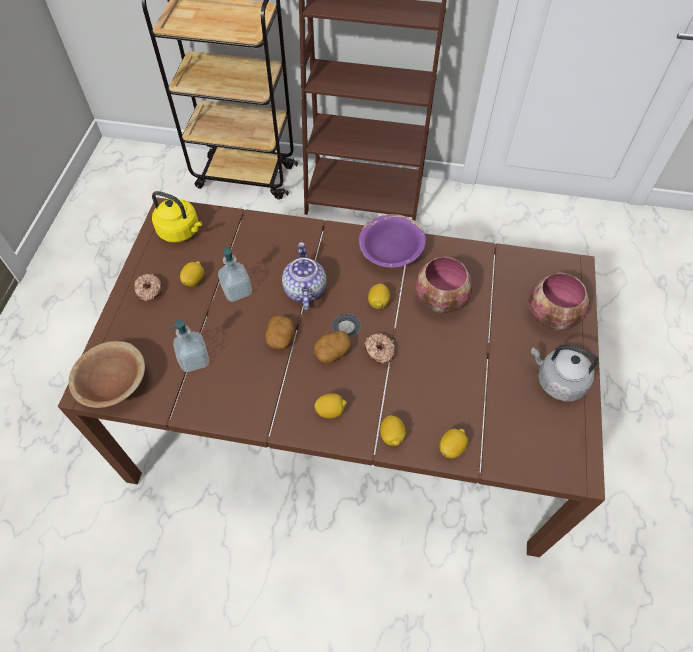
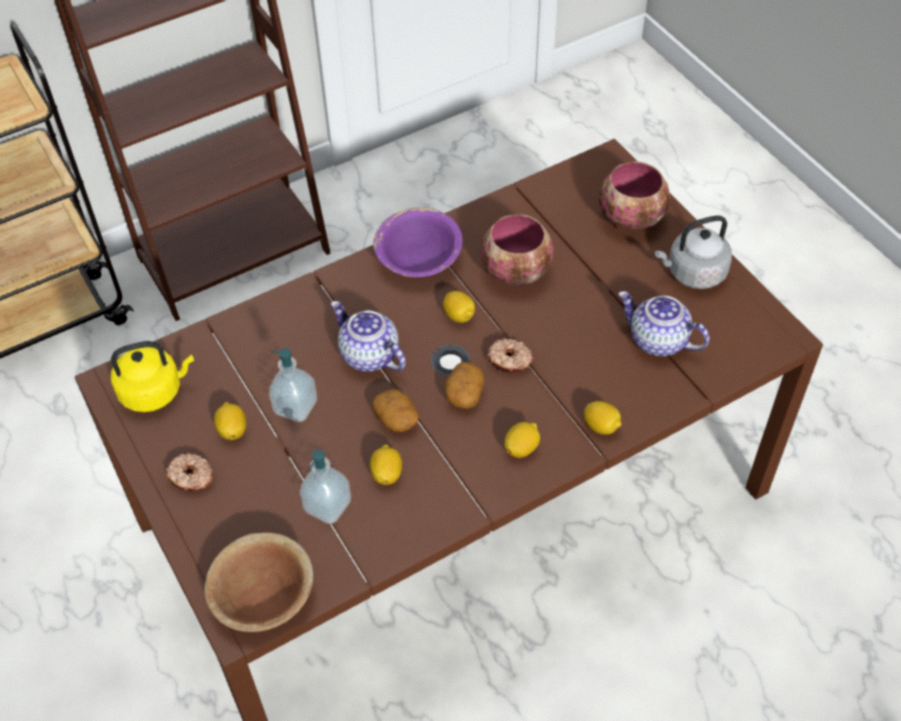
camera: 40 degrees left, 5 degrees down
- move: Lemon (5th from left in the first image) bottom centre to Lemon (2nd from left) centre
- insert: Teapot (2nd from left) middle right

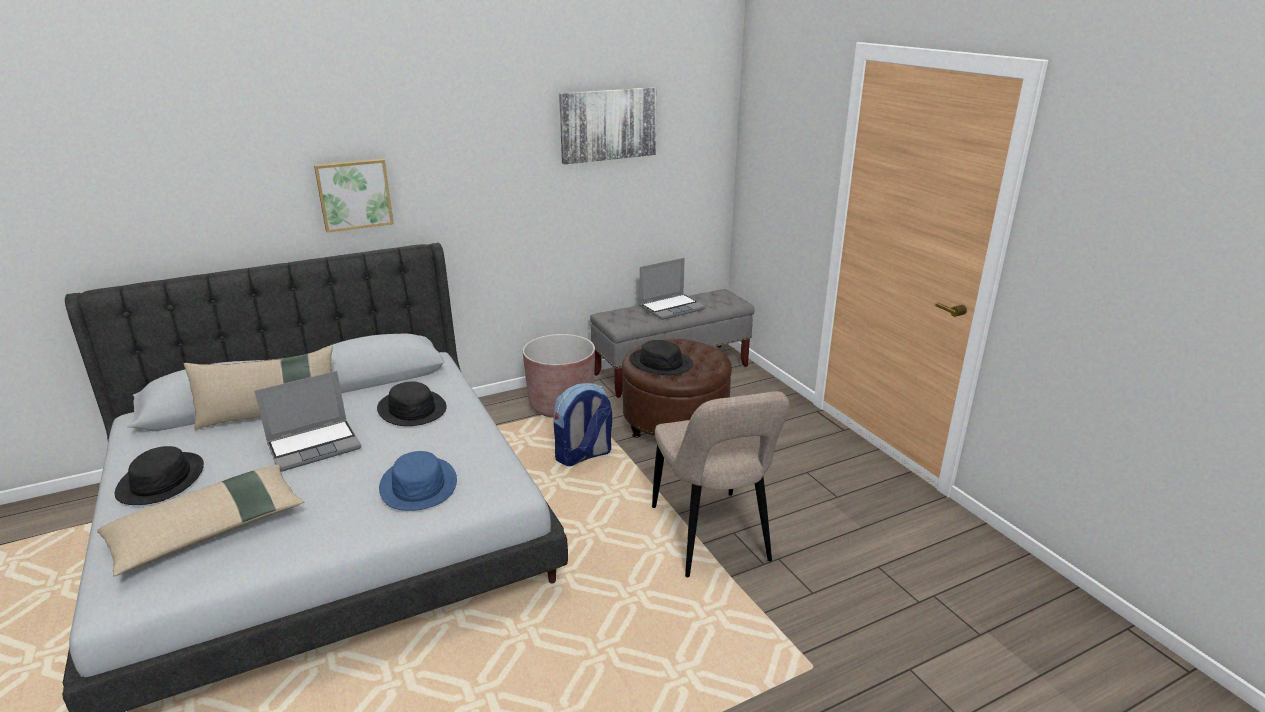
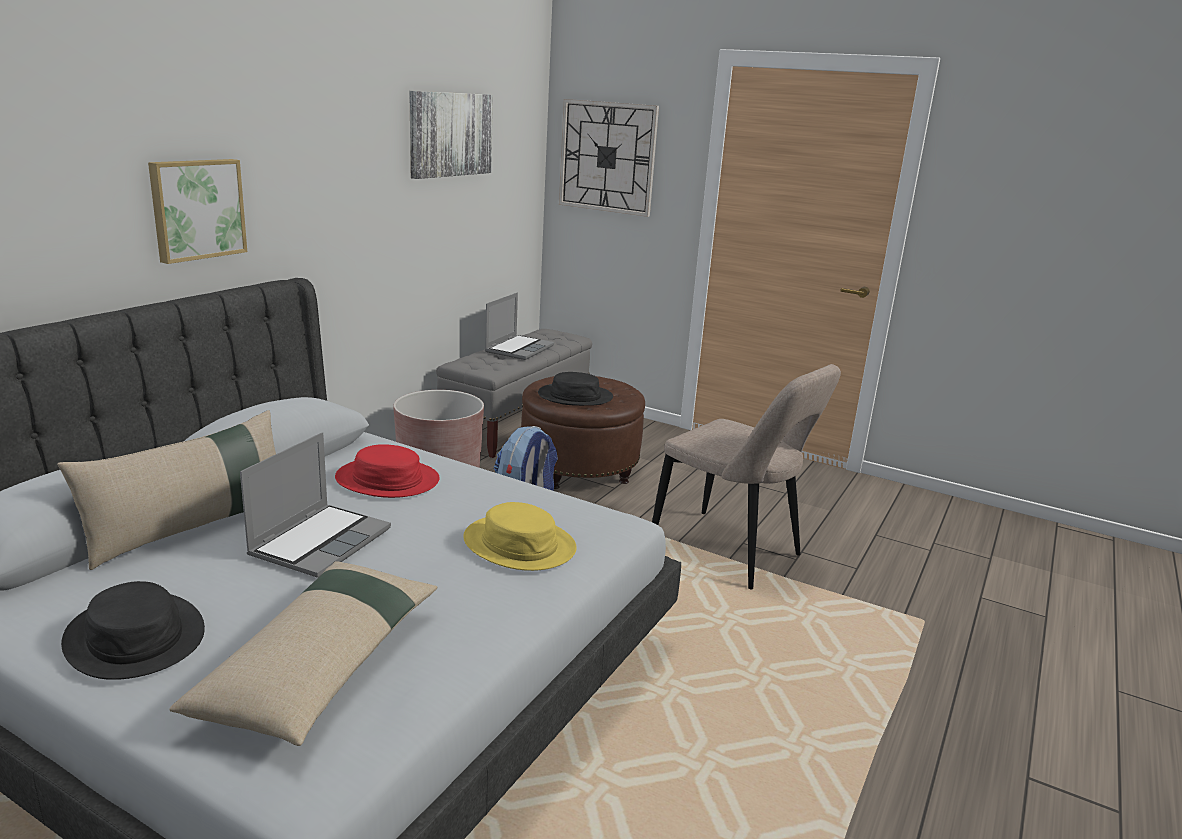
camera: 35 degrees left, 5 degrees down
- recolor: BlackHat (2nd from left) middle left to RedHat middle left
- recolor: BlueHat bottom left to YellowHat centre
- insert: WallClock top centre

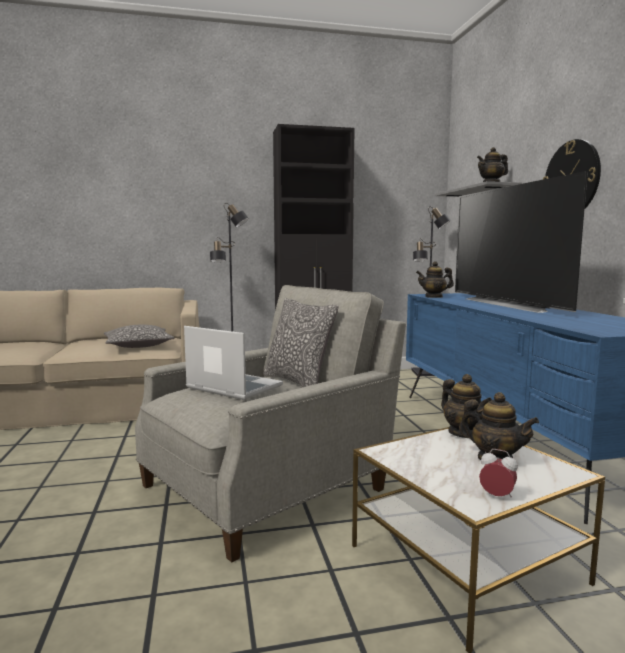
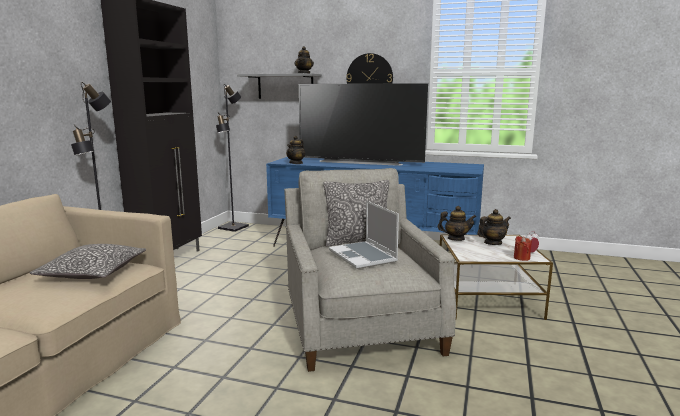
camera: 60 degrees left, 5 degrees up
- rotate: Laptop centre = centre 90 degrees counterclockwise
- insert: RedCandle middle right

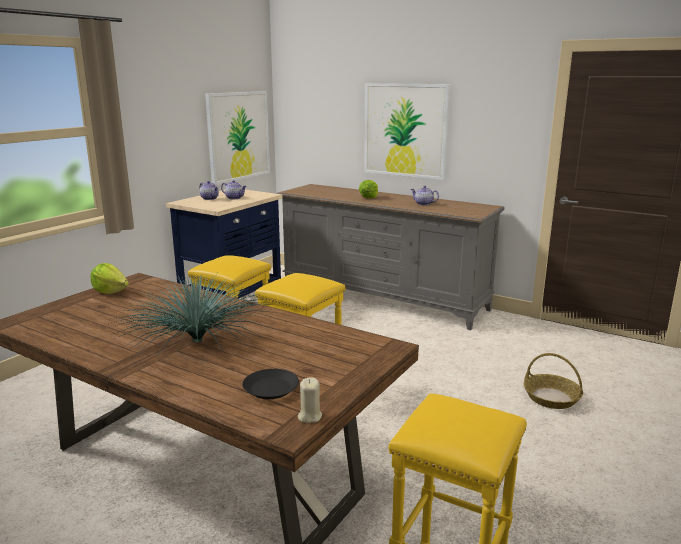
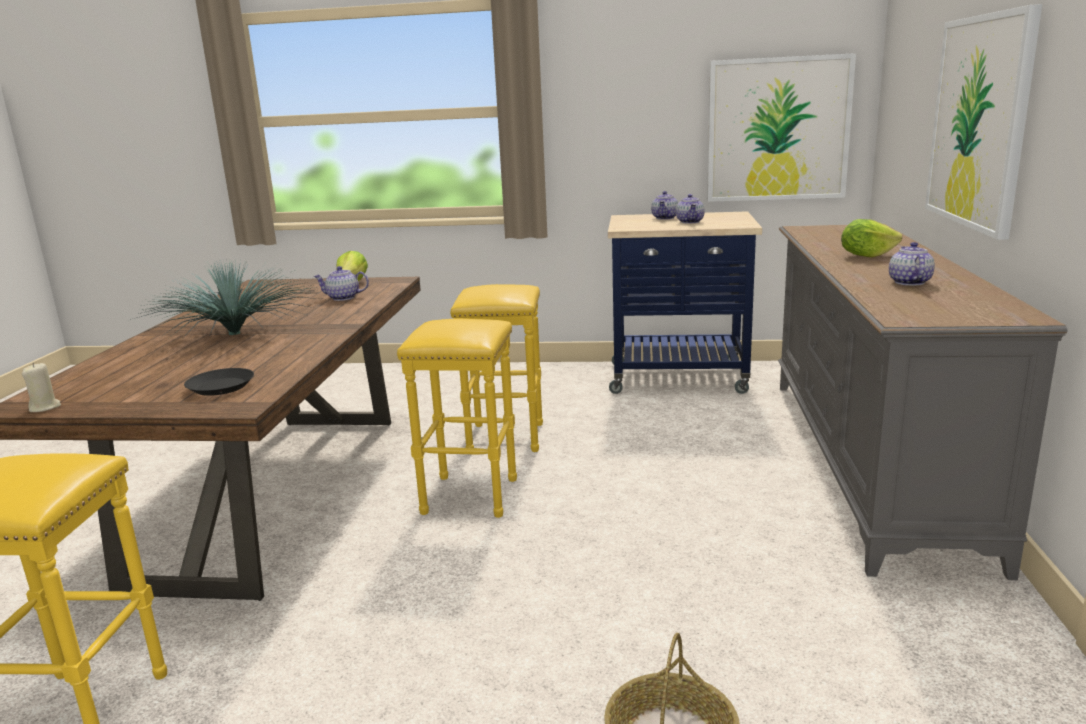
camera: 65 degrees right, 0 degrees up
- move: BlackPlate bottom centre to middle left
- insert: Teapot (1st from left) middle left

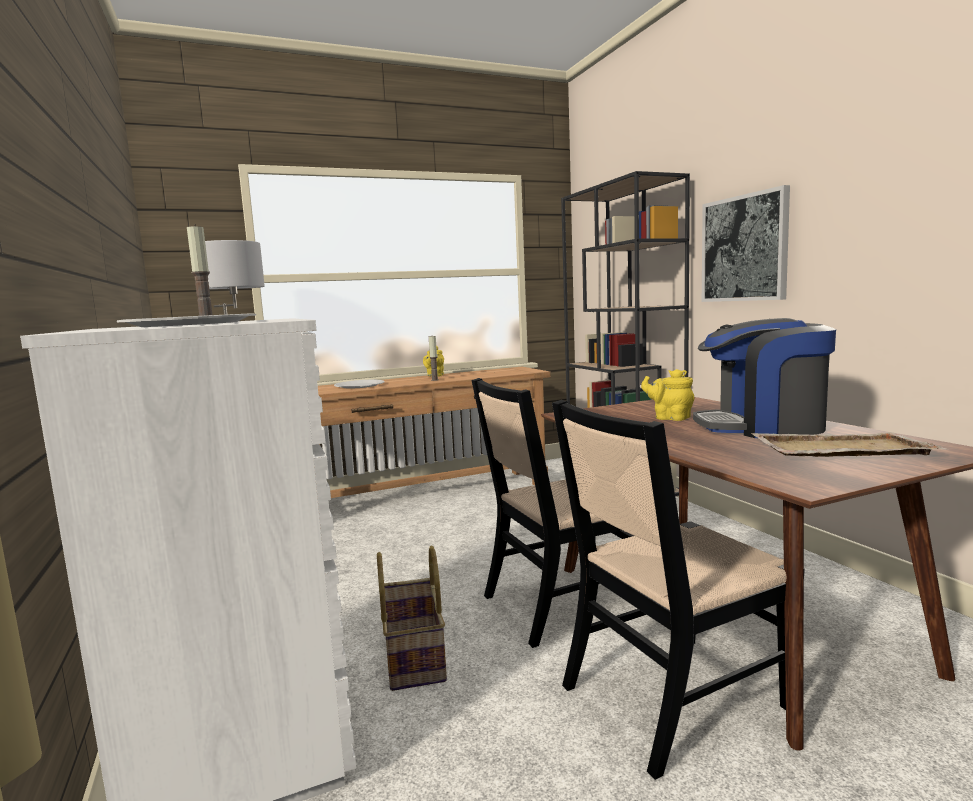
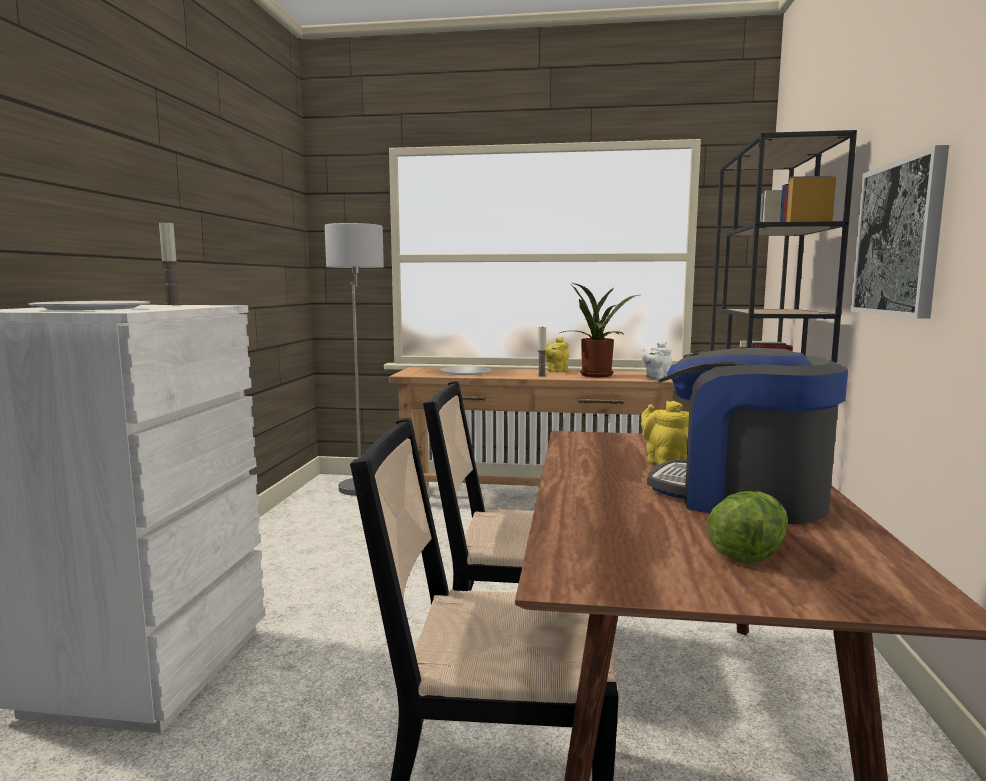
camera: 30 degrees right, 0 degrees up
- delete: Basket bottom centre
- replace: BeigeTray middle right to Lettuce bottom right
- insert: PottedPlant centre
- insert: WhiteTeapot centre

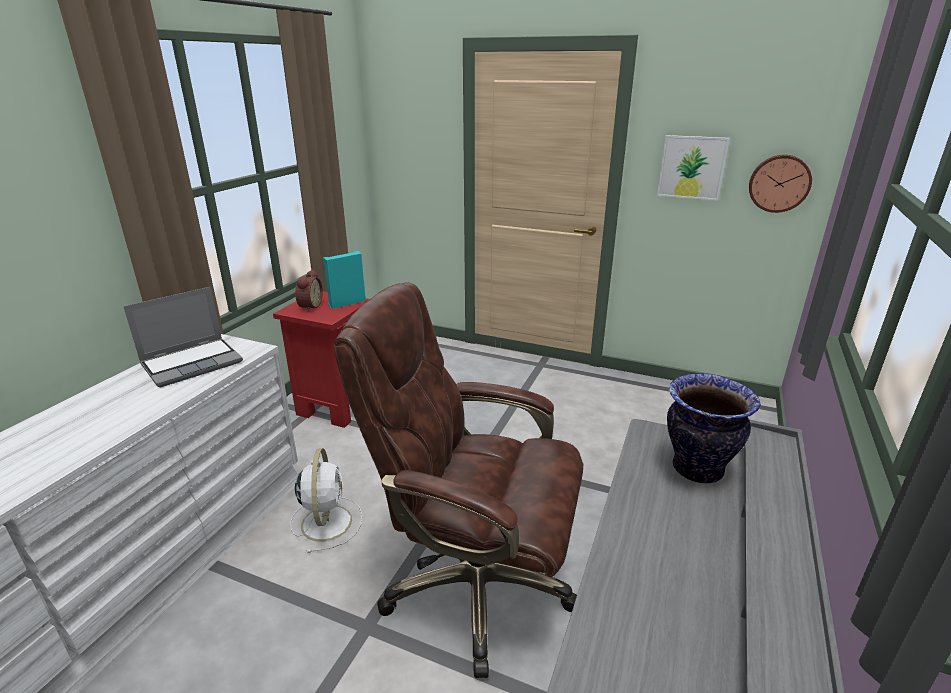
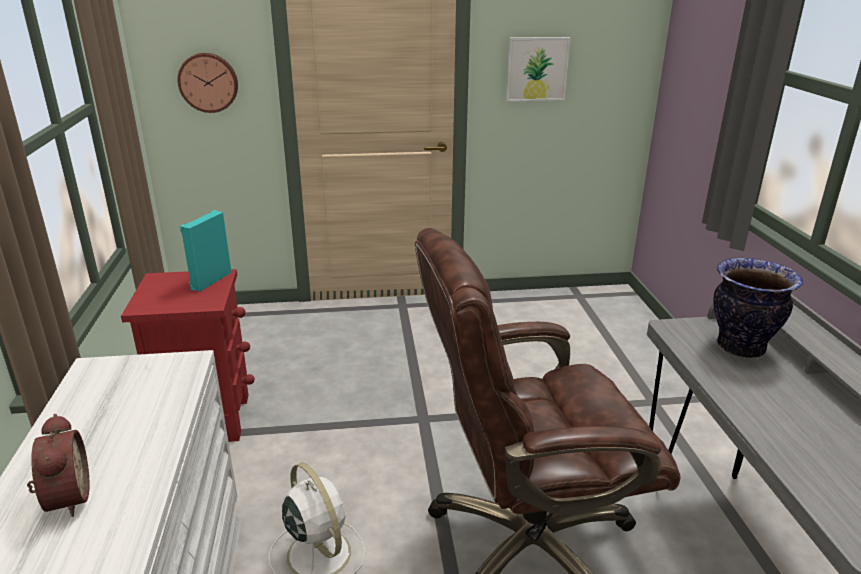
camera: 30 degrees left, 0 degrees up
- delete: Laptop middle left
- move: AlarmClock middle left to bottom left
- move: WallClock top right to top left

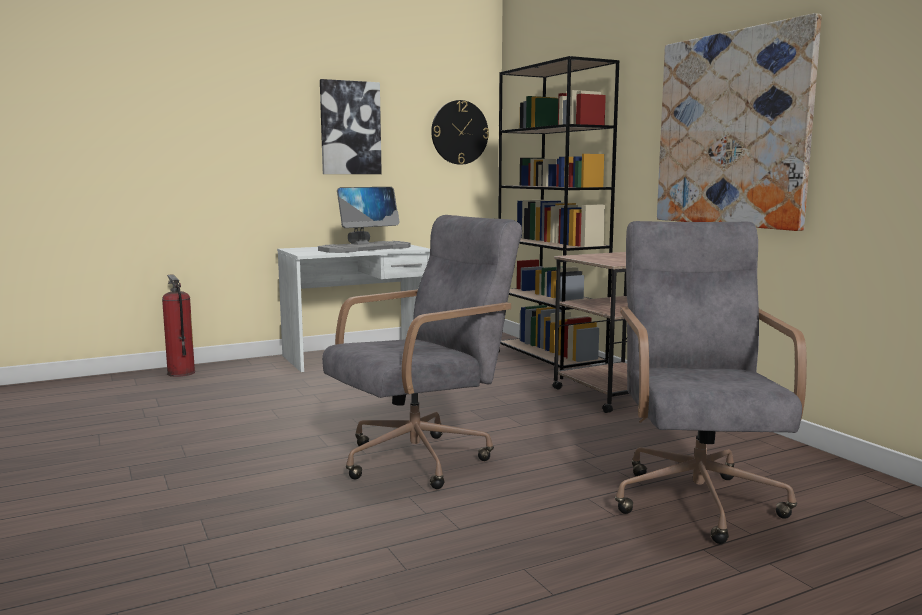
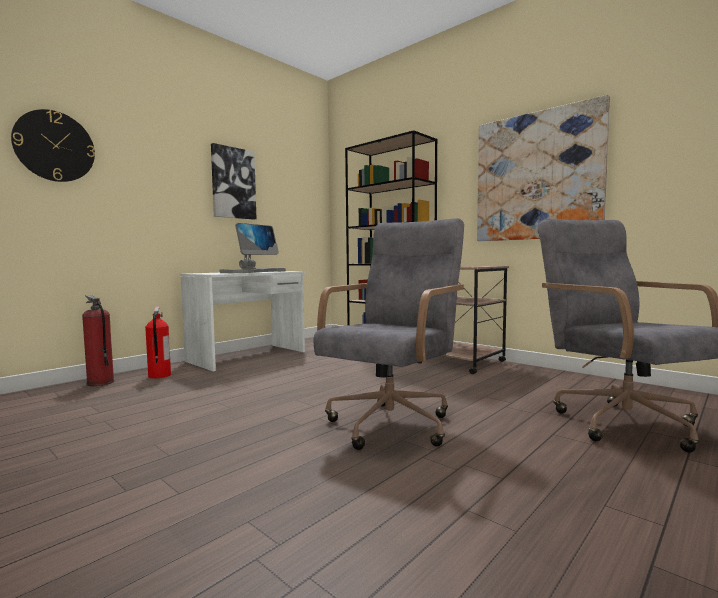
camera: 20 degrees left, 5 degrees down
- move: WallClock top centre to top left
- insert: FireExtinguisher (2nd from left) middle left

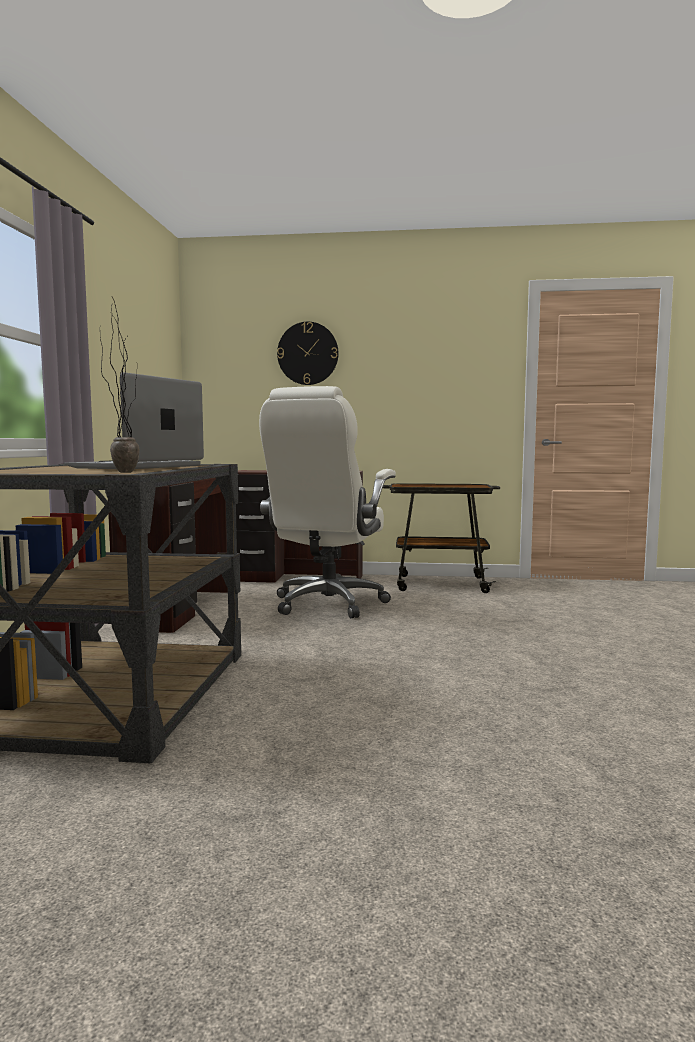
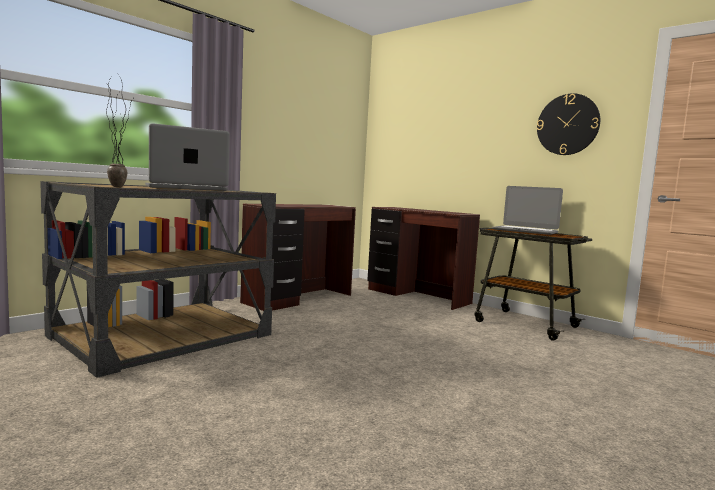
camera: 35 degrees right, 0 degrees up
- delete: WhiteOfficeChair centre
- move: WallClock centre to top right
- insert: Laptop (2nd from left) middle right

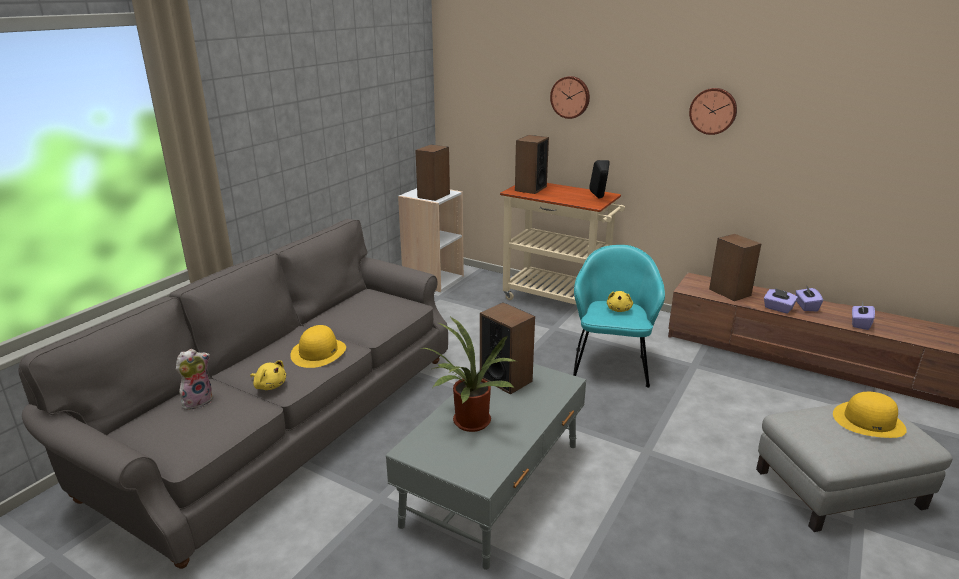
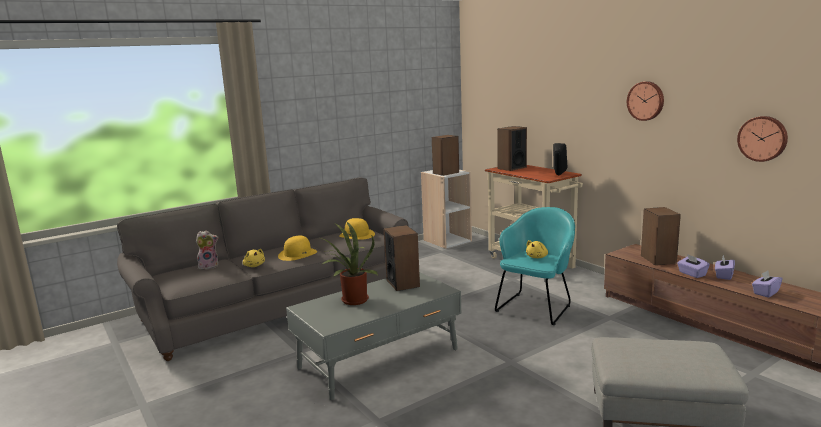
camera: 25 degrees right, 10 degrees down
- move: WallClock (1st from left in the first image) top centre to WallClock (2nd from left) top right
- move: YellowHat (2nd from left) bottom right to centre

